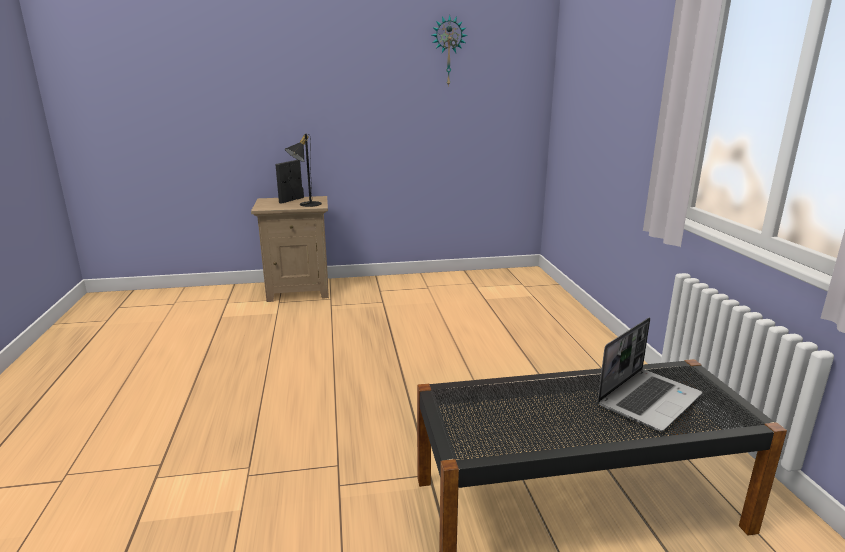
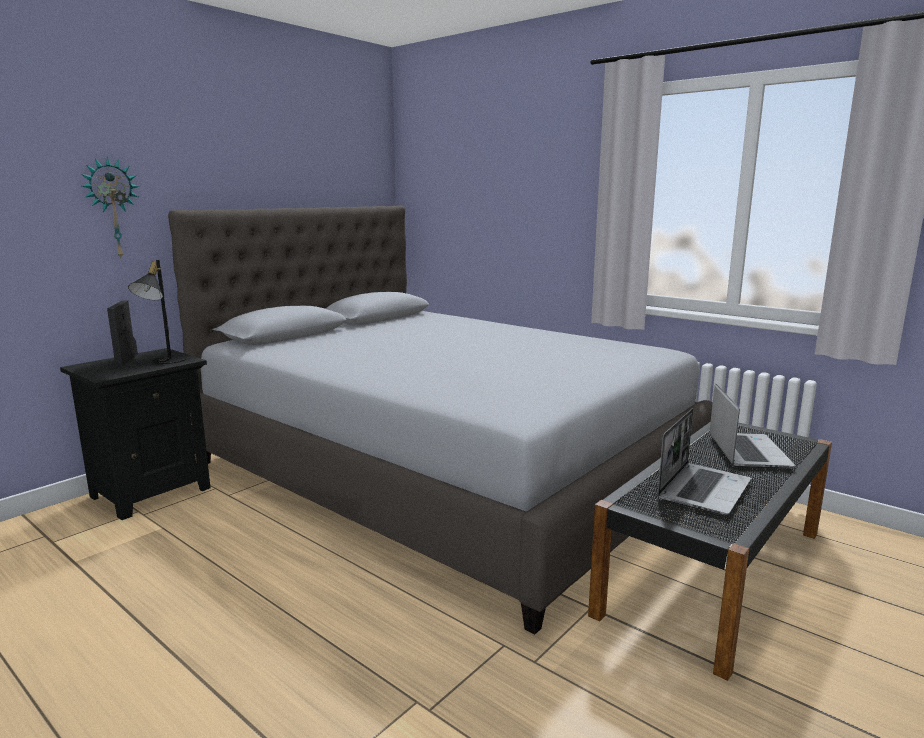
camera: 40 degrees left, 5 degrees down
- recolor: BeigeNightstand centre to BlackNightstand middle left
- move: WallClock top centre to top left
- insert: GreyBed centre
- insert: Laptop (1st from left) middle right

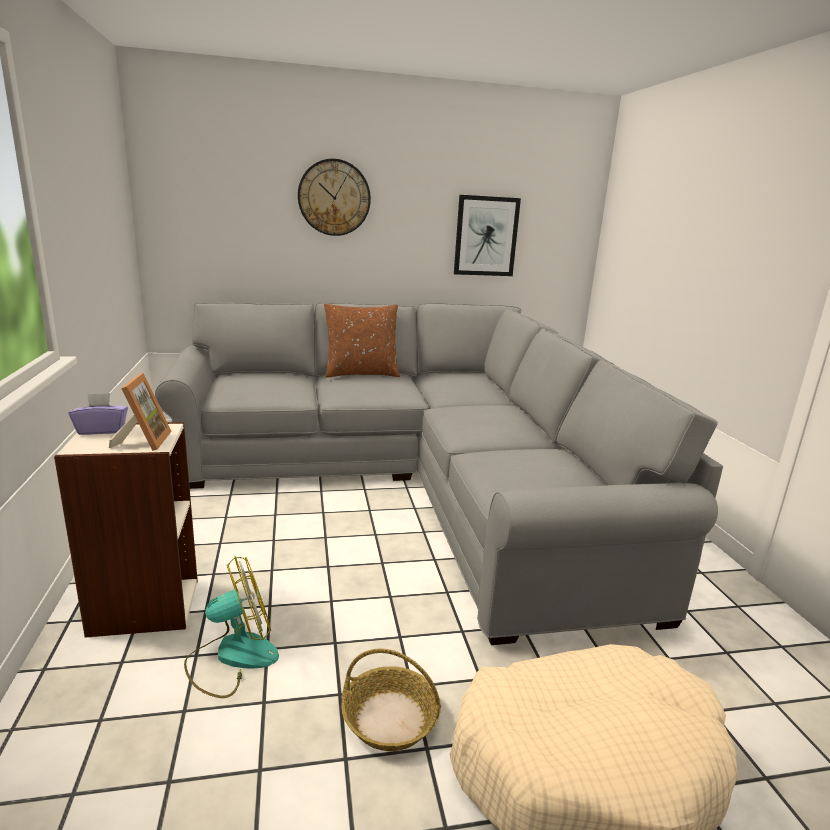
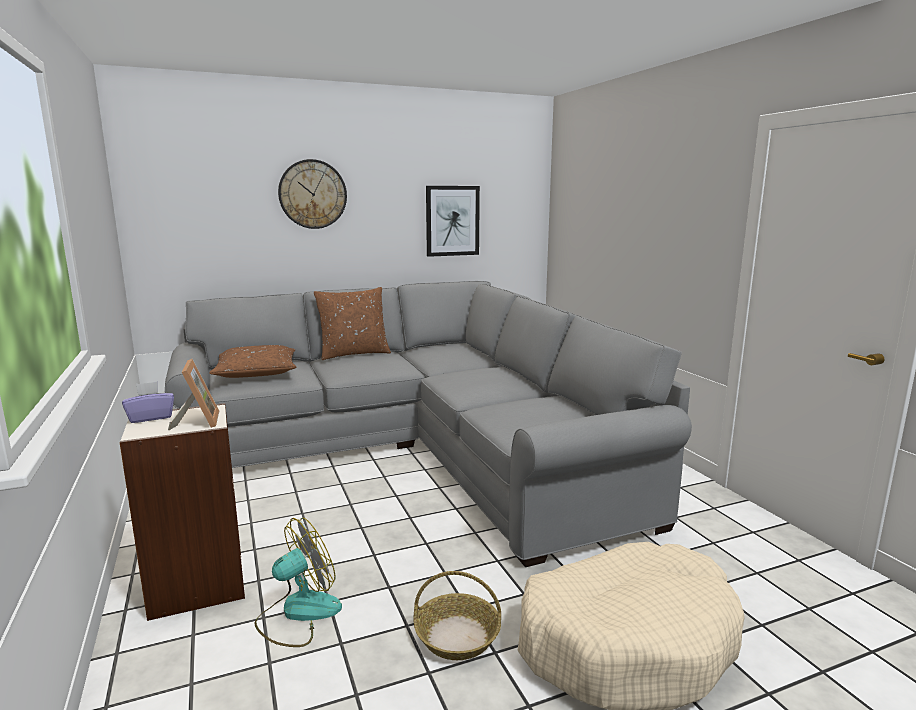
camera: 10 degrees left, 5 degrees down
- insert: BrownPillow (1st from left) middle left

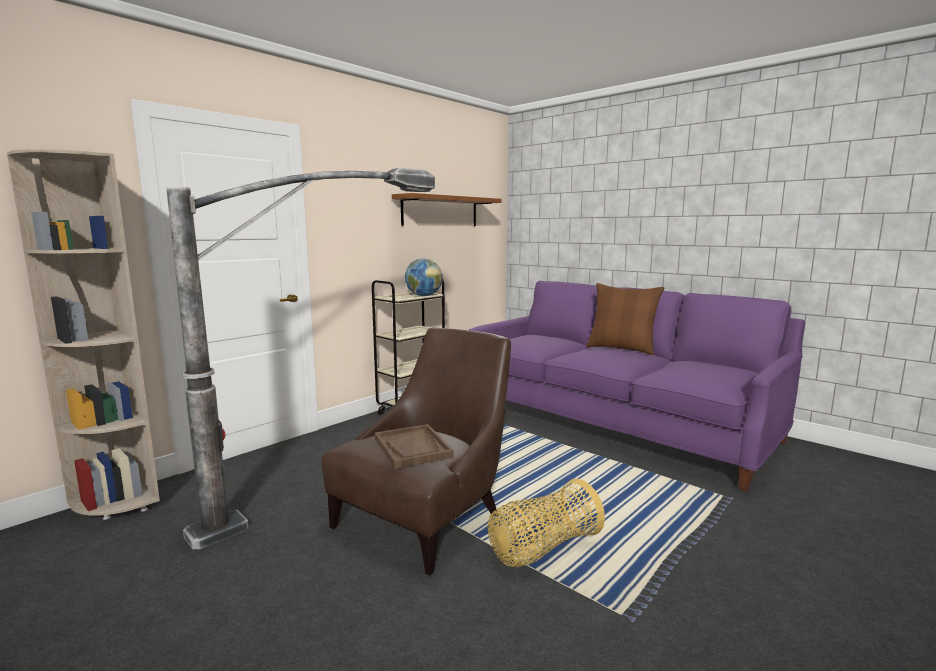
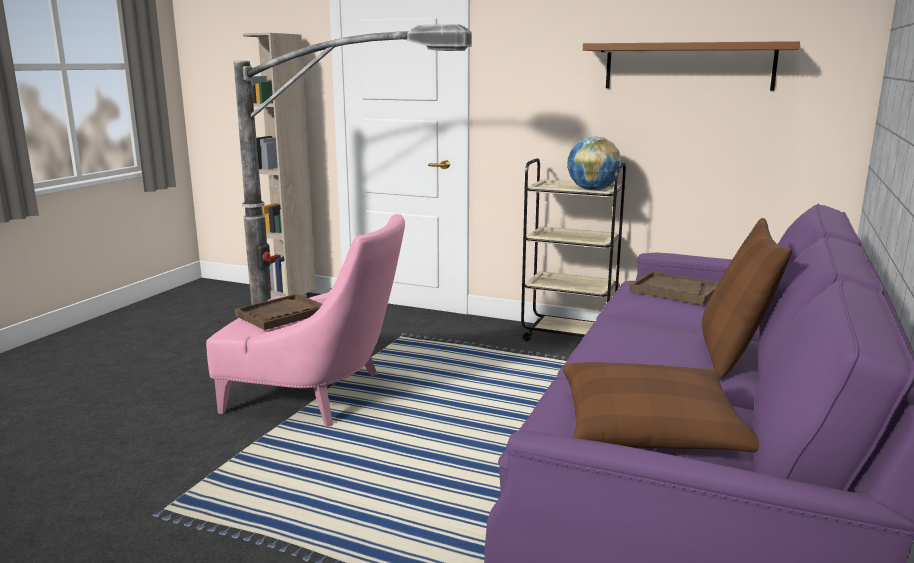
camera: 70 degrees right, 5 degrees up
- recolor: BrownArmchair bottom centre to PinkArmchair centre
- delete: Basket bottom centre
- insert: BrownPillow (1st from left) bottom right
- insert: BrownTray (2nd from left) middle right

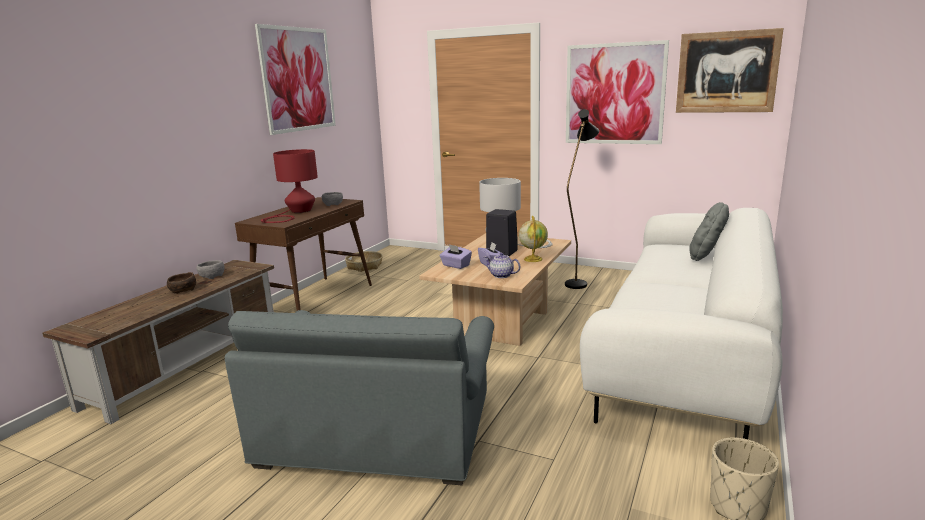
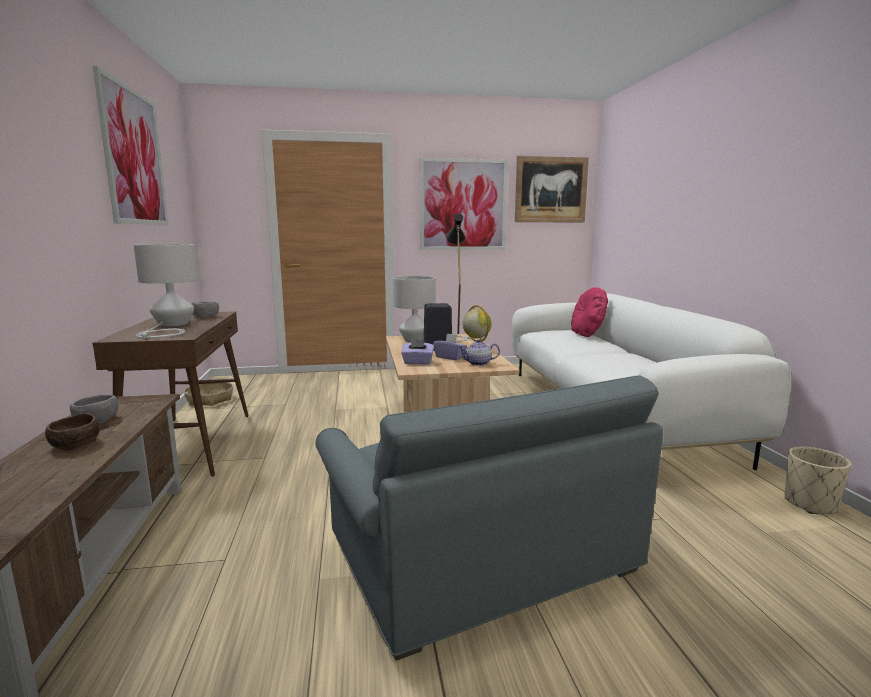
camera: 35 degrees left, 5 degrees down
- recolor: RedTableLamp middle left to GreyTableLamp (1st from left) middle left
- recolor: GreyPillow middle right to PinkPillow middle right

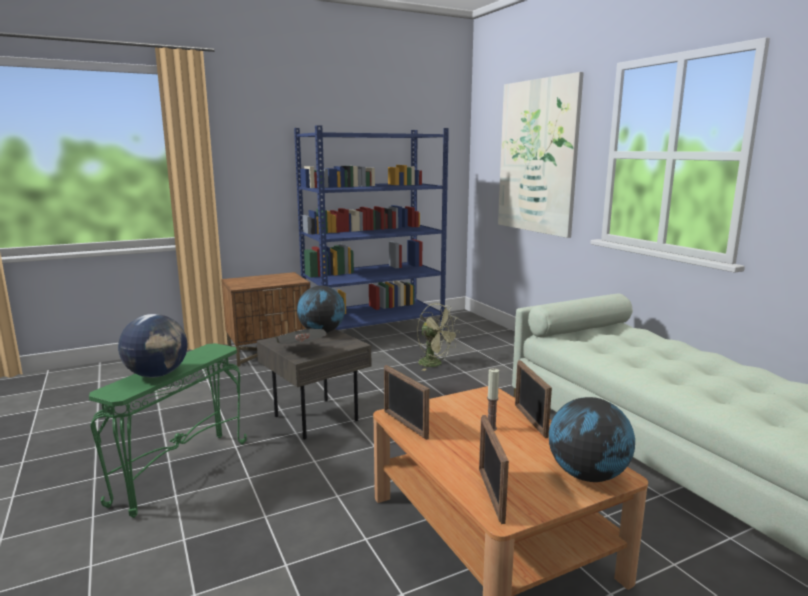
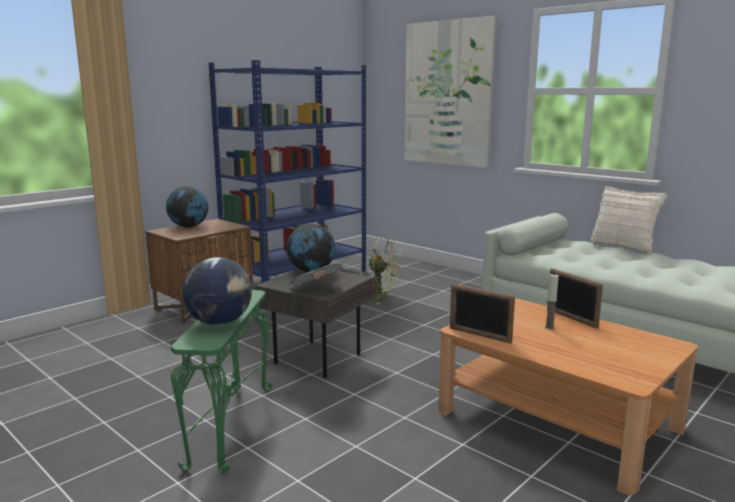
camera: 20 degrees left, 0 degrees up
- delete: PictureFrame (2nd from left) bottom centre
- move: Globe (3rd from left in the first image) bottom right to Globe (1st from left) middle left
- insert: BeigePillow middle right

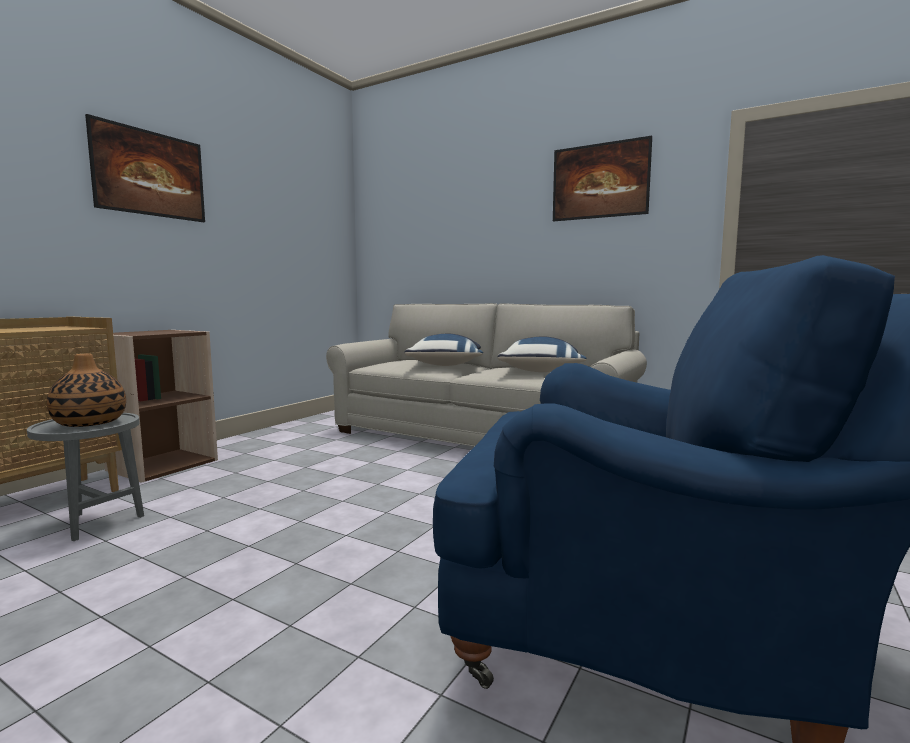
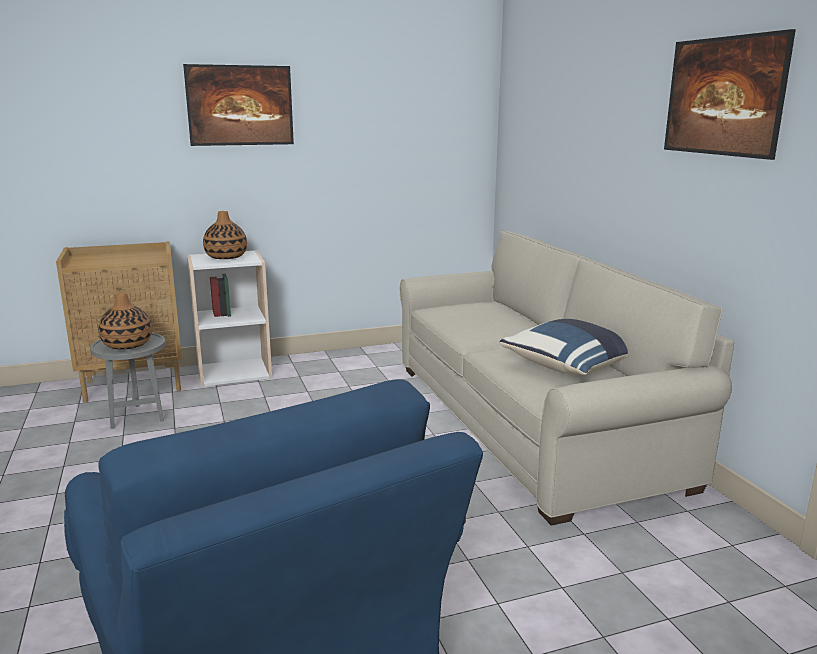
camera: 40 degrees right, 10 degrees up
- recolor: BrownBookcase middle left to WhiteBookcase middle left
- delete: BluePillow (1st from left) centre
- insert: Vase (2nd from left) middle left

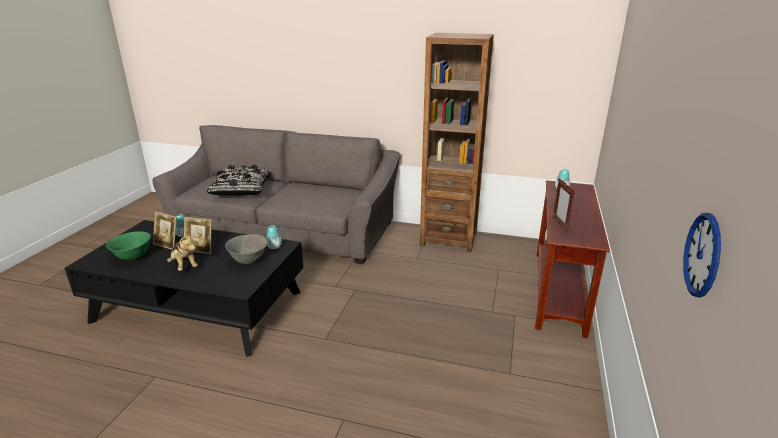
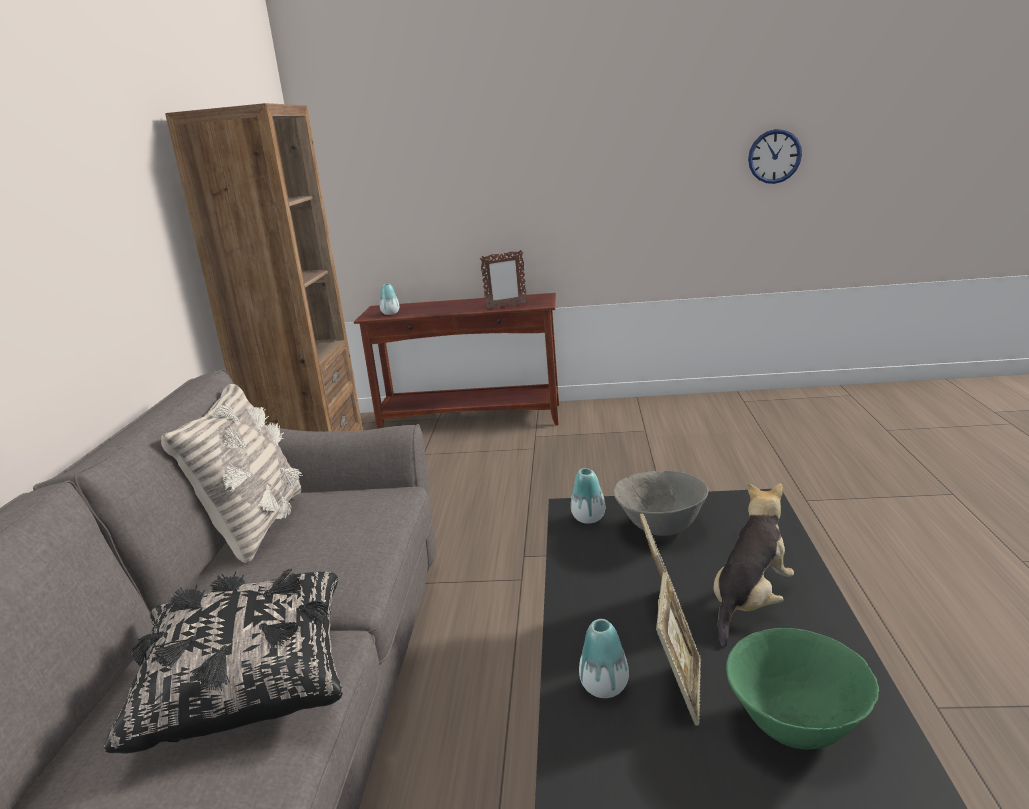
camera: 100 degrees left, 5 degrees down
- insert: BeigePillow middle left

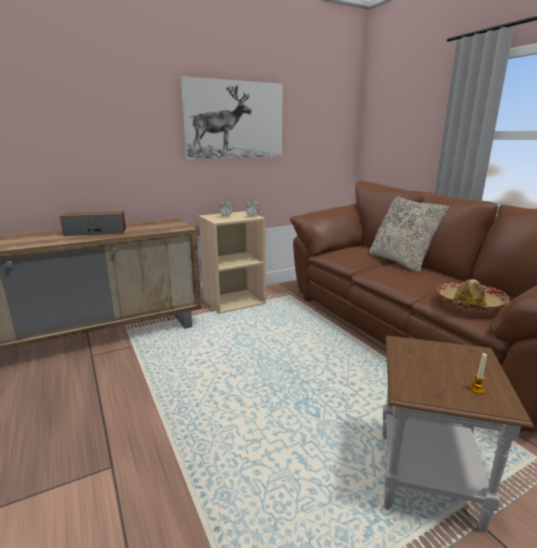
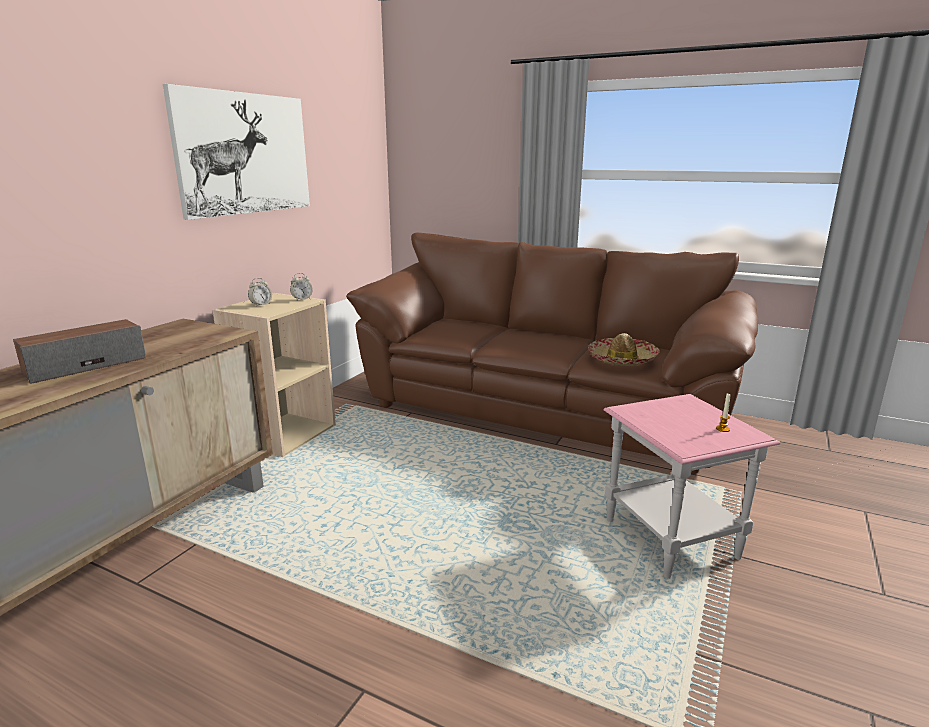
camera: 35 degrees left, 0 degrees up
- delete: BeigePillow middle right
- recolor: BrownSideTable bottom right to PinkSideTable bottom right

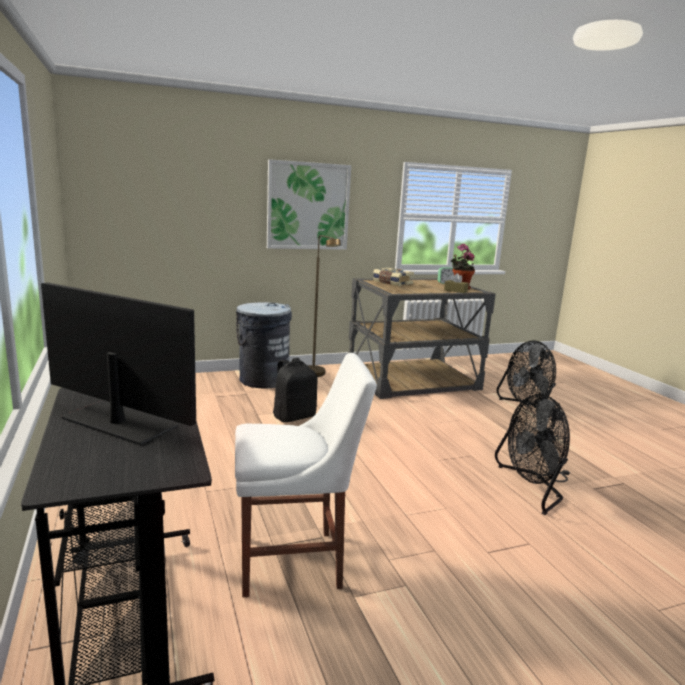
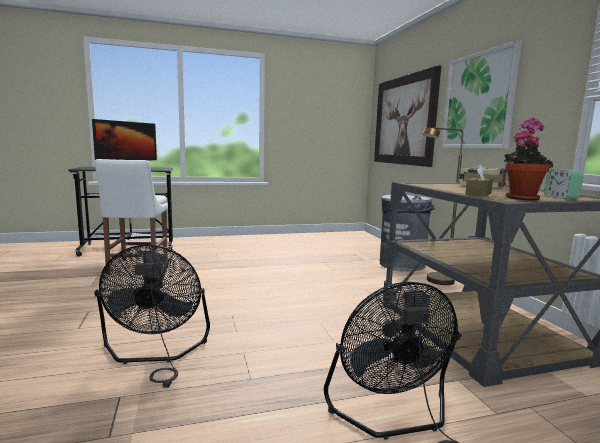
camera: 95 degrees right, 5 degrees down
- delete: BlackBackpack centre
- insert: Picture (1st from left) top right

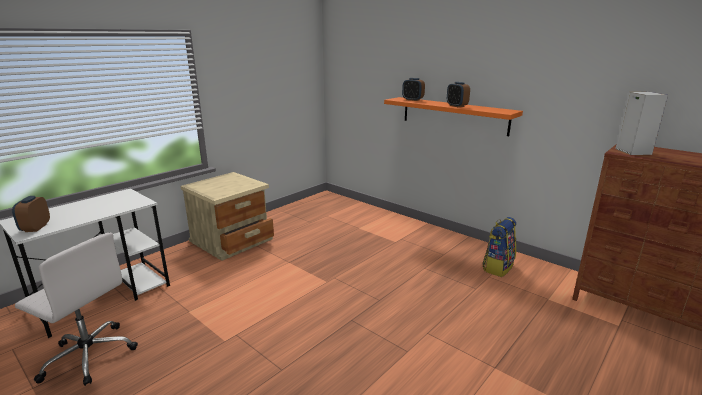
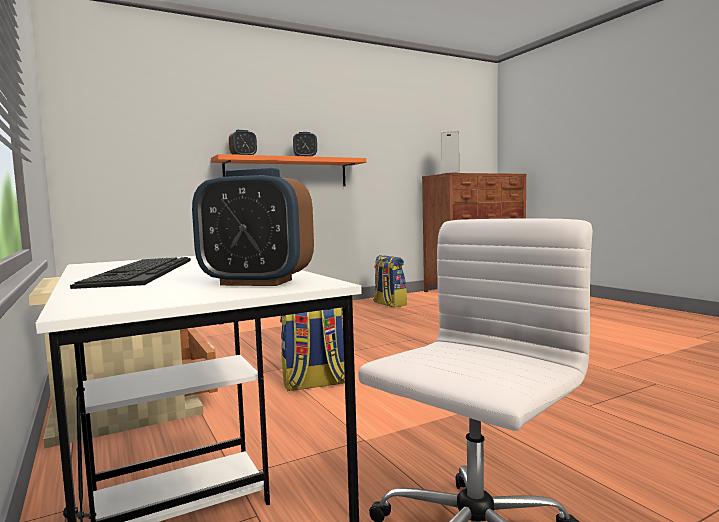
camera: 70 degrees left, 15 degrees down
- insert: Keyboard middle left
- insert: Backpack (1st from left) bottom centre

